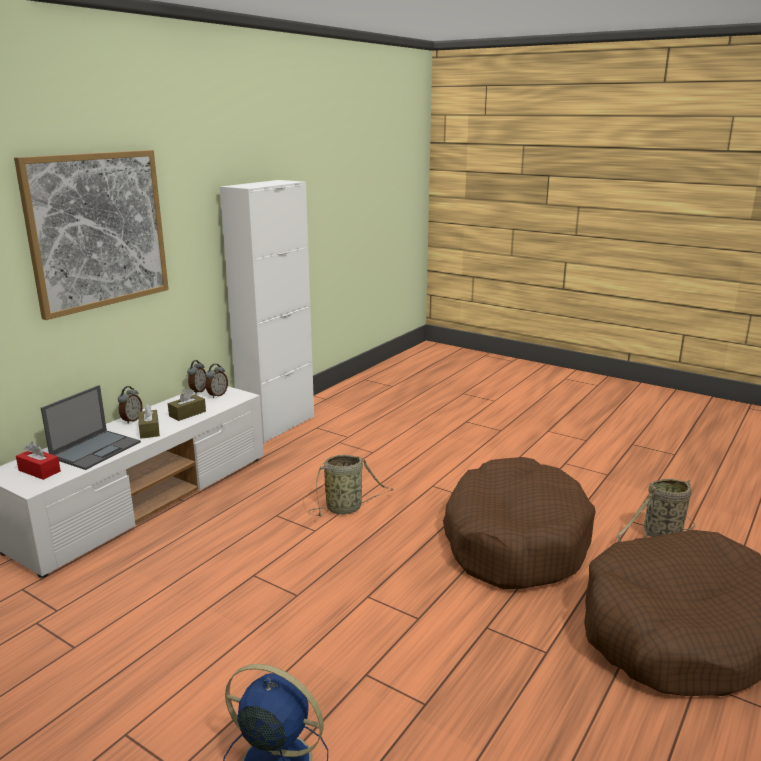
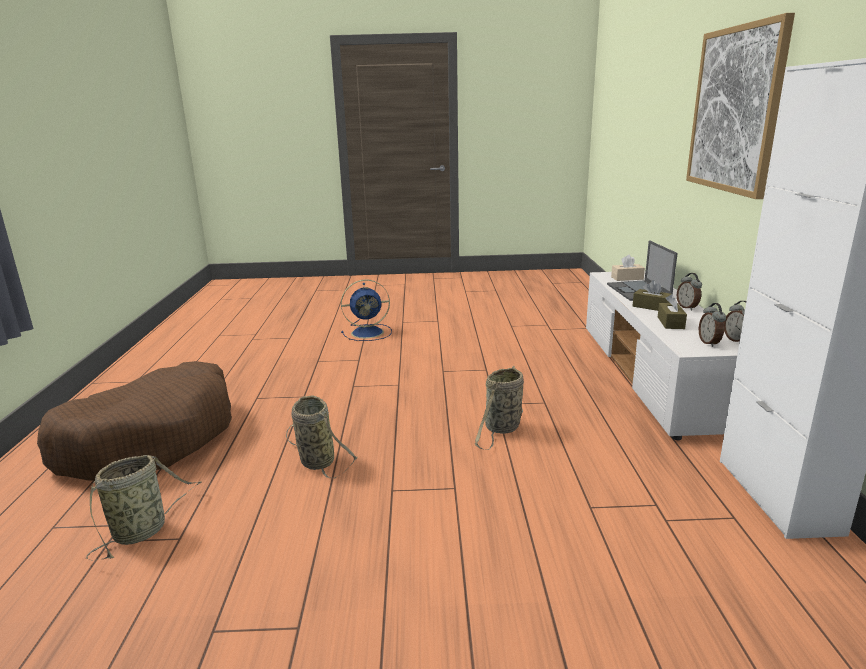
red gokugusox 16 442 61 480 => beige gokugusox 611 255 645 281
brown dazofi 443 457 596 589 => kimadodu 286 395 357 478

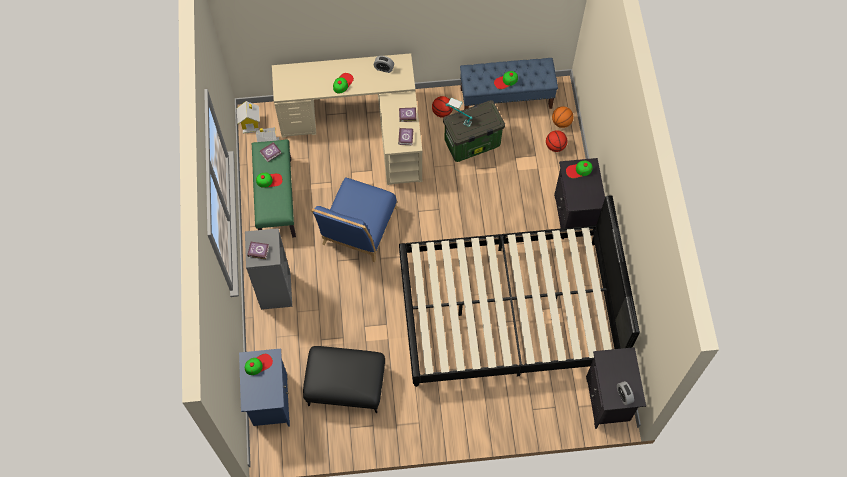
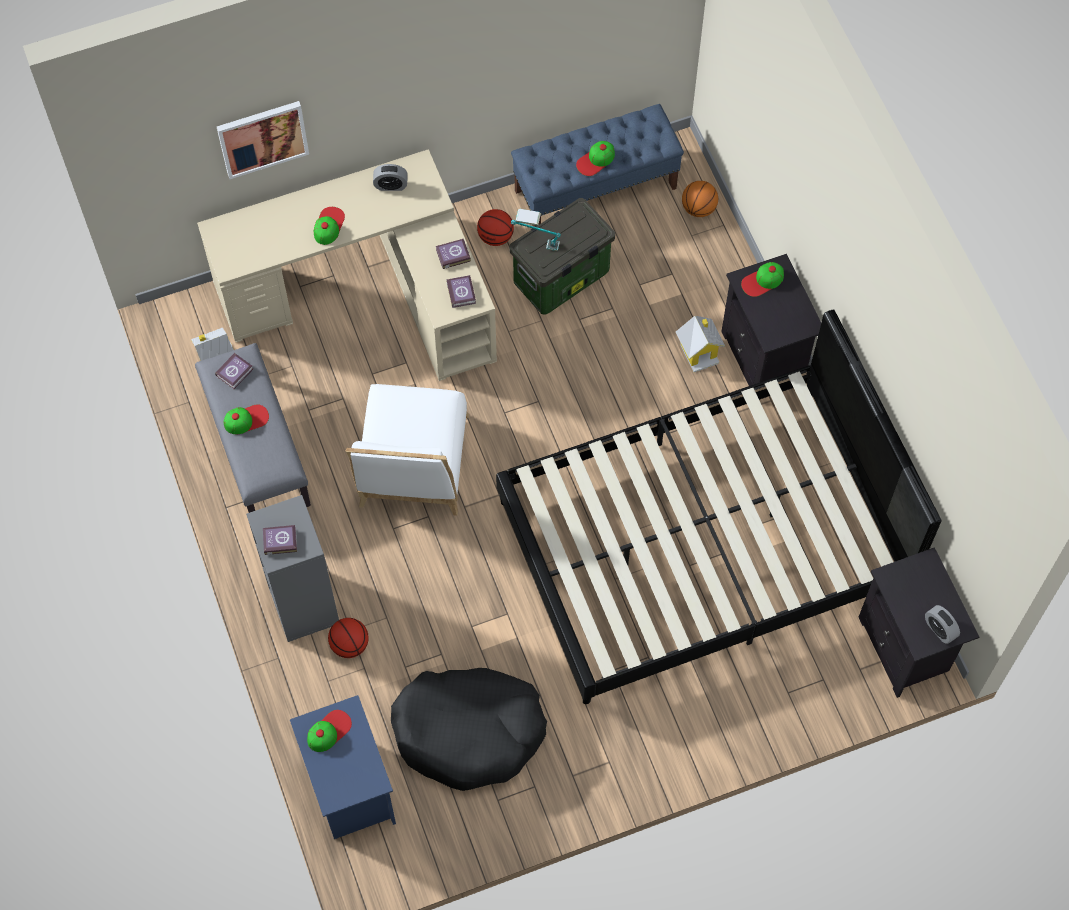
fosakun 237 101 260 133 => fosakun 676 316 725 372, moved
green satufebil 252 139 296 237 => grey satufebil 195 343 311 513
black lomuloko 303 346 385 413 => black dazofi 391 668 547 791
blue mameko 311 177 398 262 => white mameko 346 384 469 516
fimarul 546 130 567 152 => fimarul 328 618 369 658, moved
nothing => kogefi 217 101 309 179

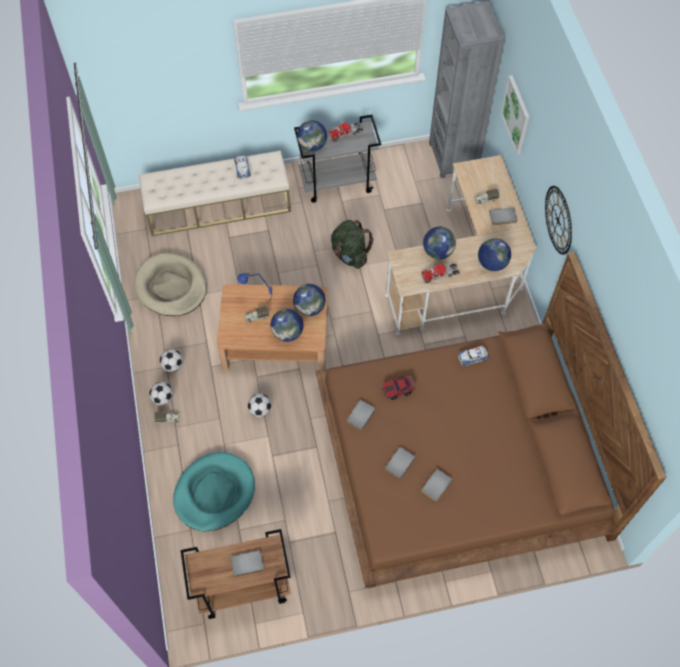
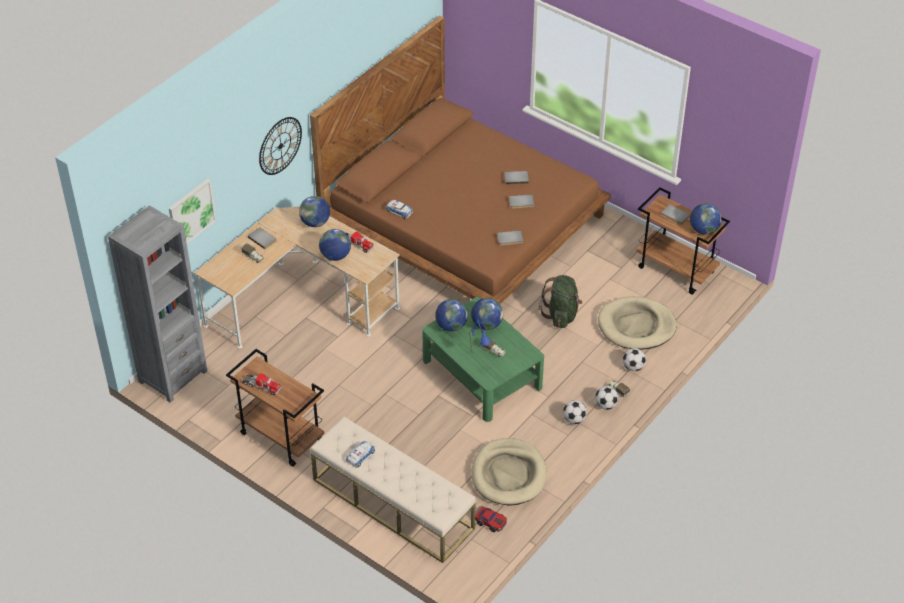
turquoise dazofi 173 452 255 531 => beige dazofi 598 296 676 350
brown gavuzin 217 284 328 370 => green gavuzin 422 297 544 422
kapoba 248 394 271 417 => kapoba 623 348 646 371, moved
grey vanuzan 294 115 381 203 => brown vanuzan 226 349 324 467
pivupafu 297 120 327 151 => pivupafu 690 203 721 234, moved
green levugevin 331 220 374 269 => green levugevin 539 275 583 328, moved
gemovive 382 376 415 400 => gemovive 475 506 507 532, moved

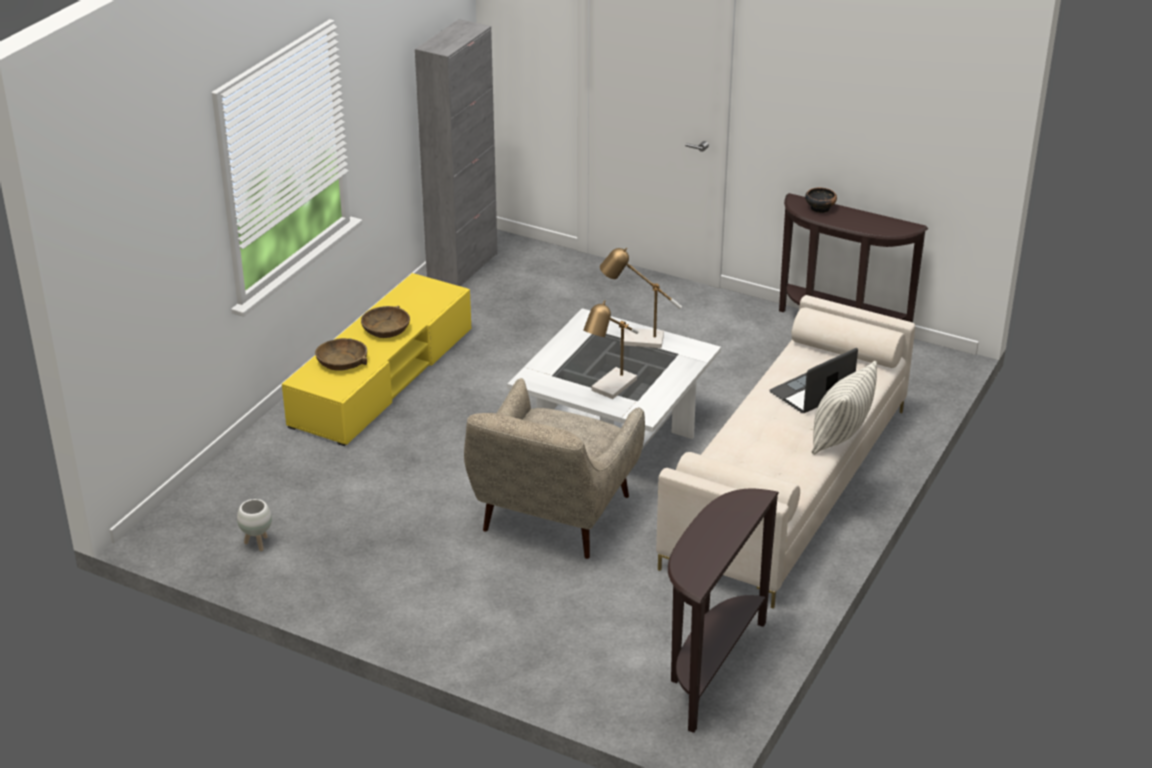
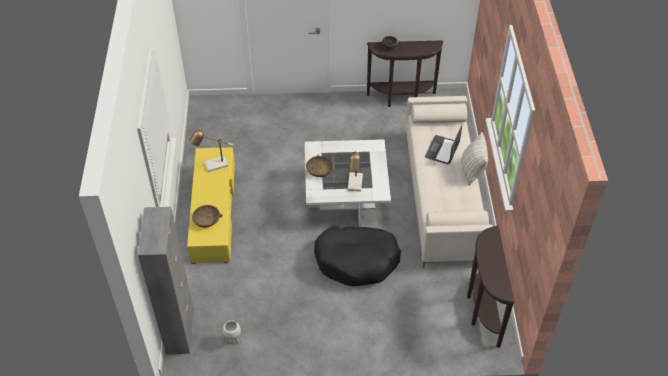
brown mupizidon 361 306 410 338 => brown mupizidon 306 155 333 177, moved
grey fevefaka 415 19 498 286 => grey fevefaka 138 207 193 354, moved
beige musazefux 464 378 645 559 => black dazofi 314 225 401 286
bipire 600 248 682 348 => bipire 189 129 234 172, moved

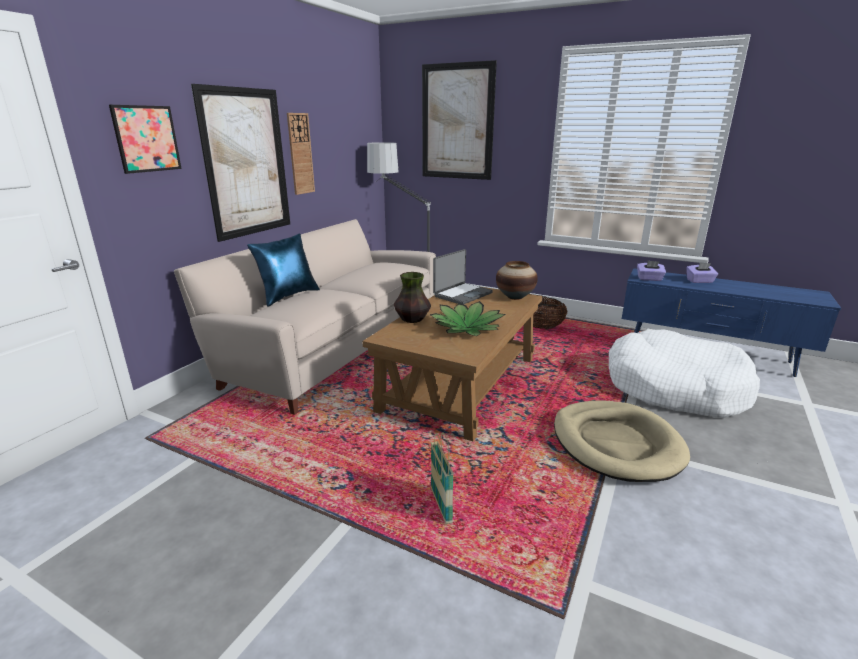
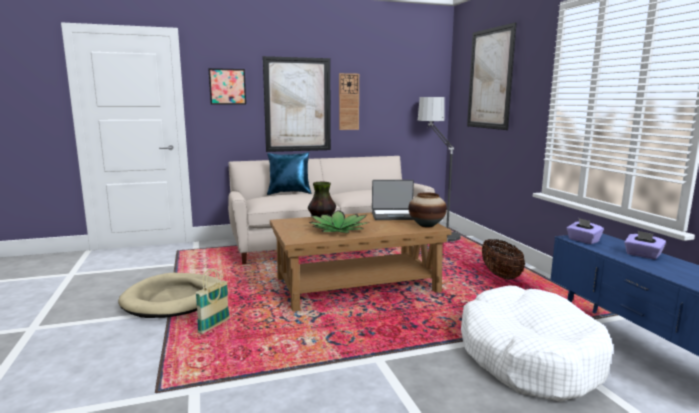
beige dazofi 554 400 690 482 => beige dazofi 118 273 220 318, moved

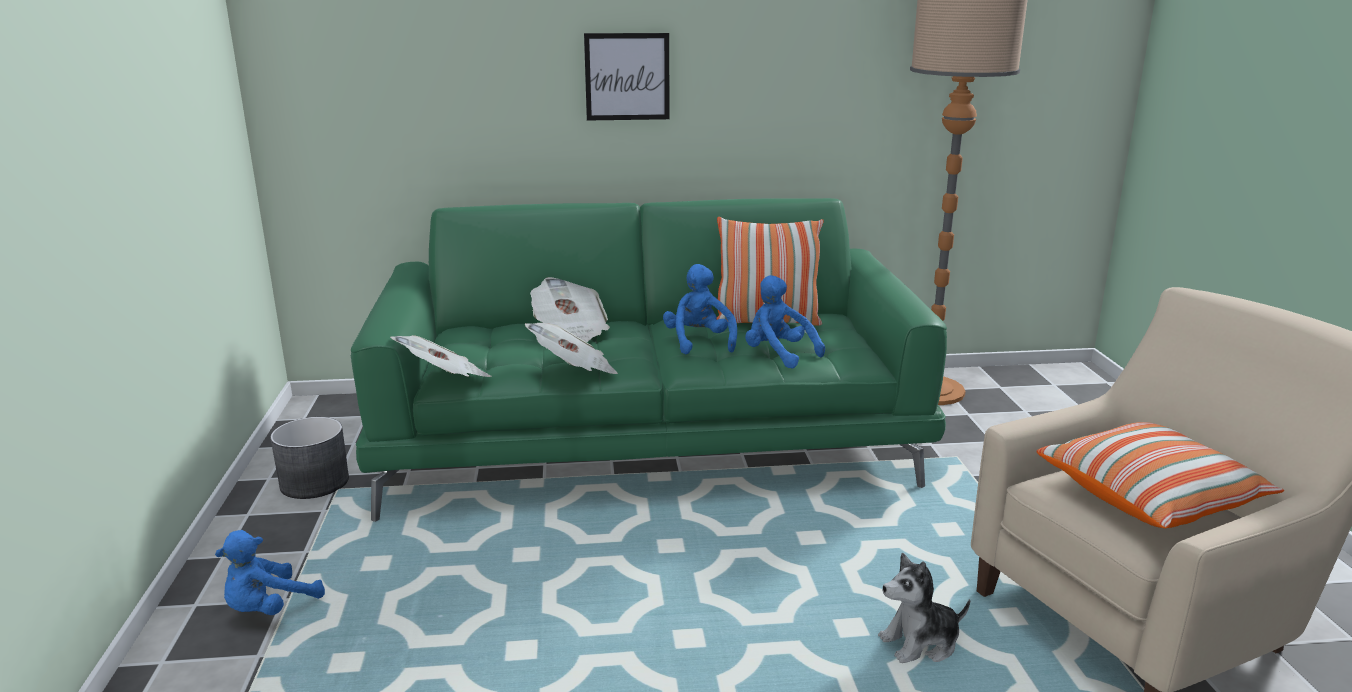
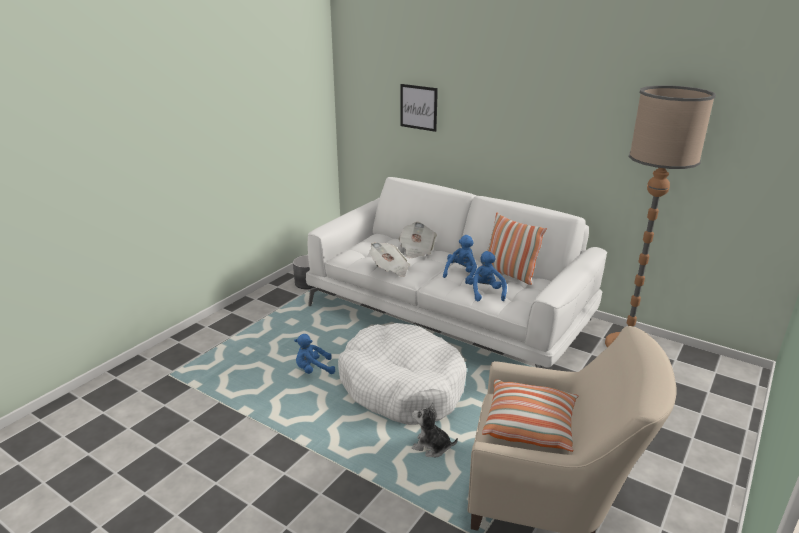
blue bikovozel 215 530 325 615 => blue bikovozel 294 334 335 374, moved
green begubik 351 198 947 522 => white begubik 306 177 607 368
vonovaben 390 335 492 377 => nothing
kogefi 584 33 669 121 => kogefi 400 84 438 132, moved
nothing => white dazofi 338 323 467 425

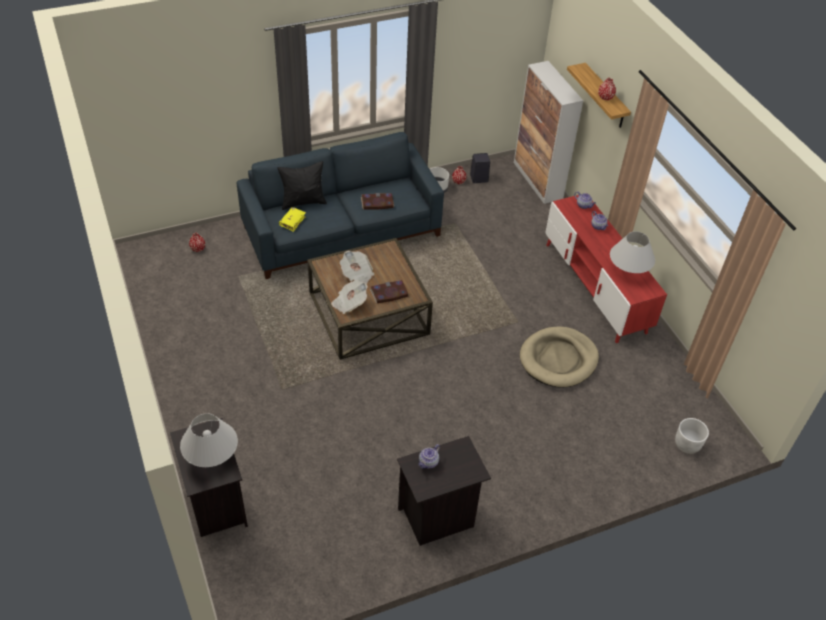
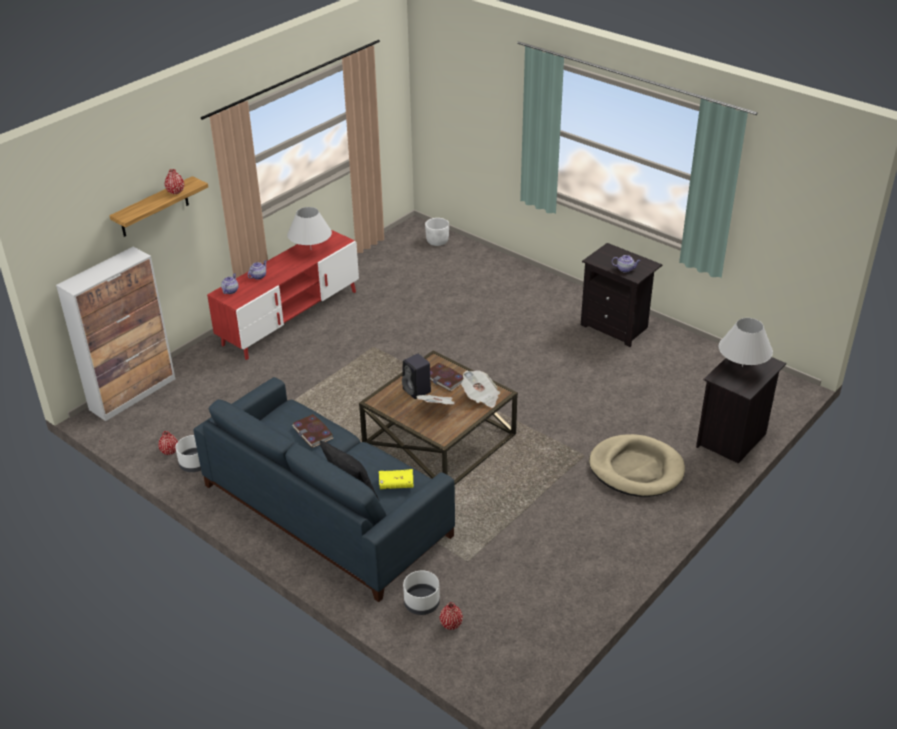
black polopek 470 153 490 183 => black polopek 402 354 431 399, moved
beige dazofi 520 326 599 388 => beige dazofi 589 434 685 497, moved
nothing => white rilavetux 403 570 440 615

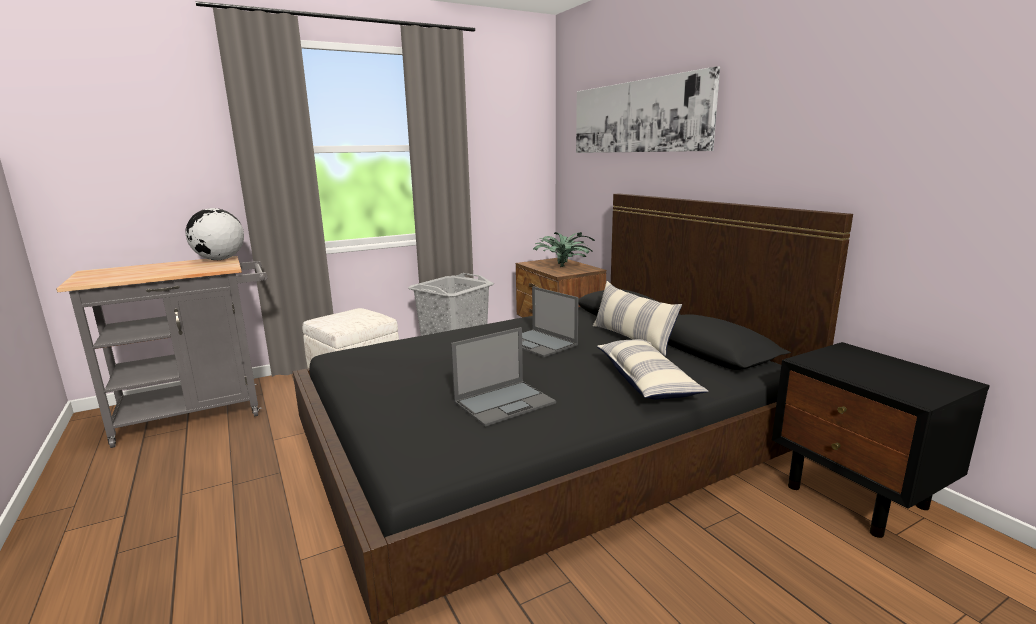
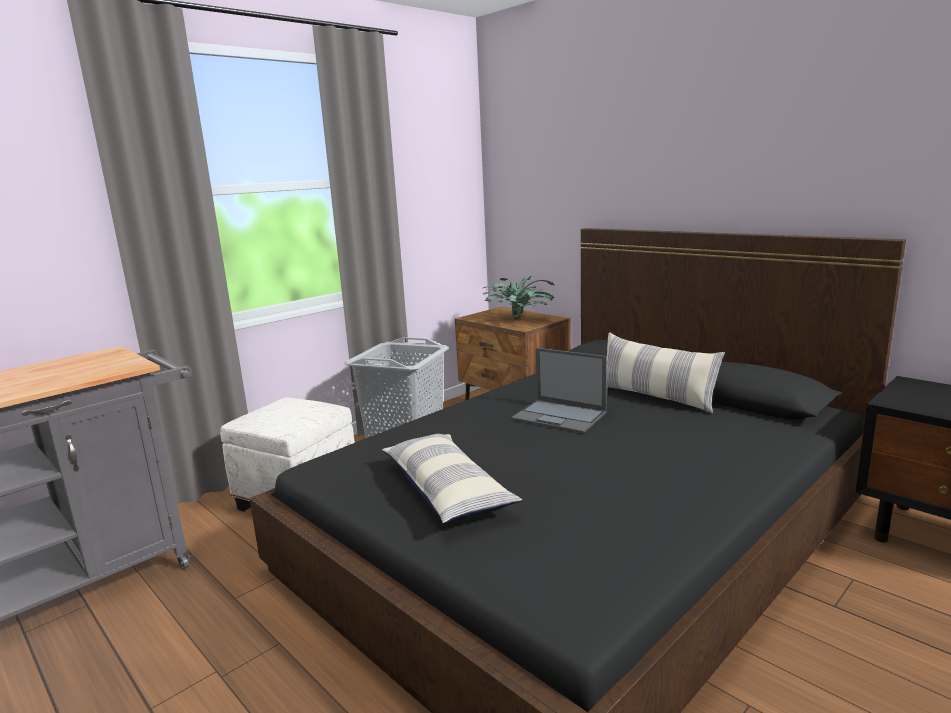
pivupafu 185 208 244 260 => nothing
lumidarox 451 327 556 427 => nothing
kogefi 576 66 720 153 => nothing
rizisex 597 339 709 400 => rizisex 382 434 522 523, moved

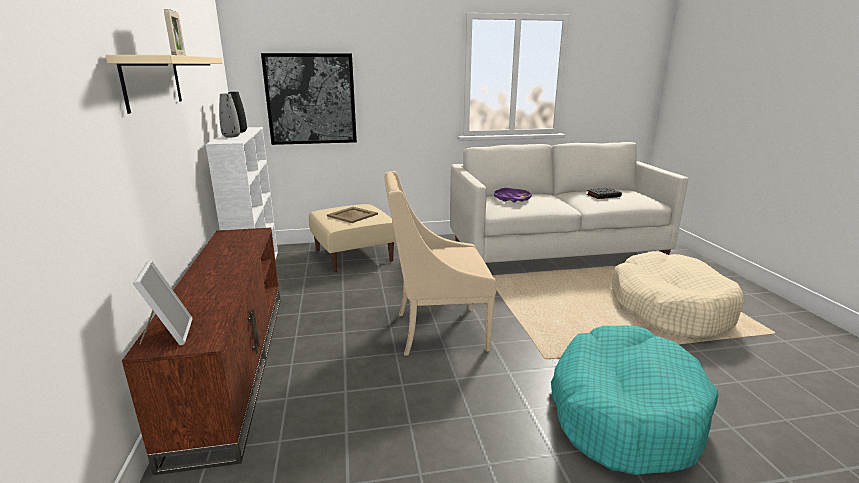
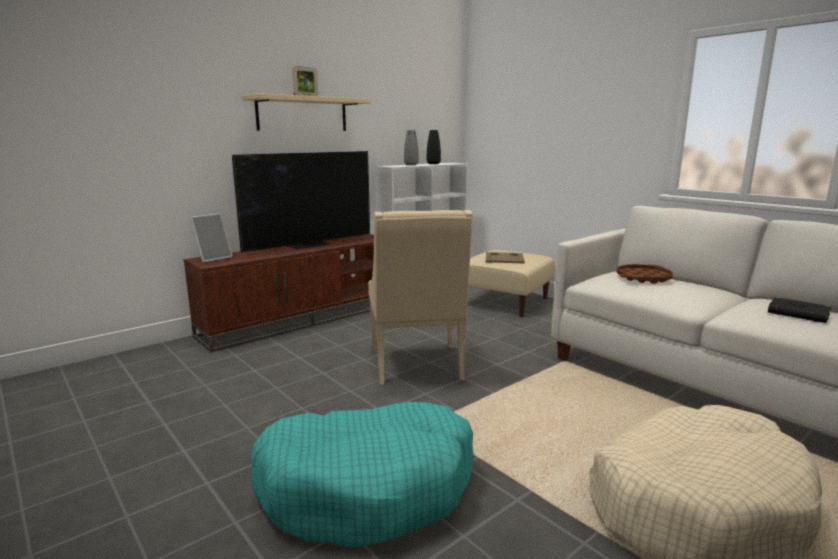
kogefi 261 53 357 145 => nothing
beige musazefux 384 171 497 356 => beige musazefux 369 210 473 385, 150 degrees counterclockwise
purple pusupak 494 188 532 202 => brown pusupak 616 264 673 284
nothing => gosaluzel 232 151 370 252

